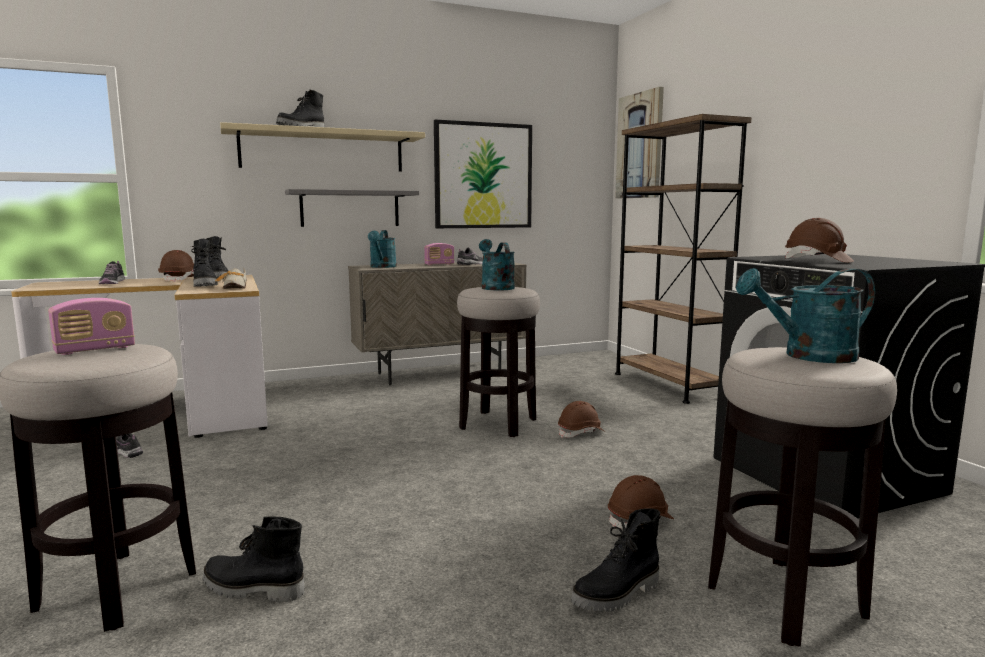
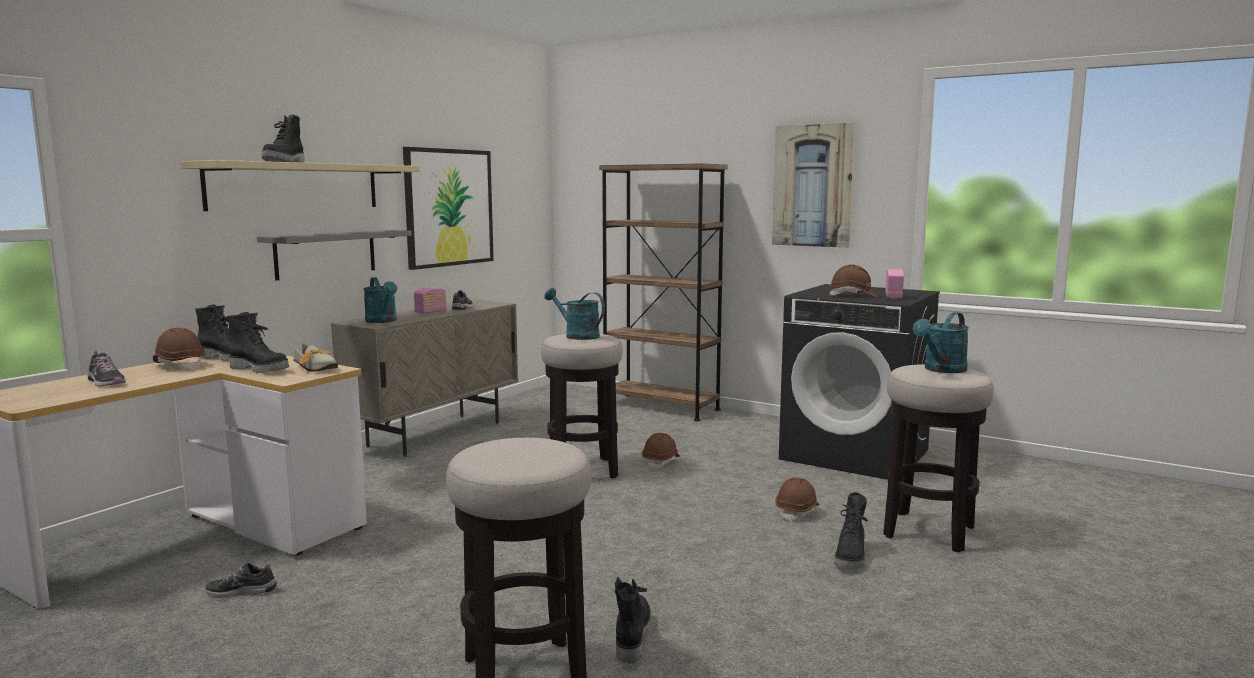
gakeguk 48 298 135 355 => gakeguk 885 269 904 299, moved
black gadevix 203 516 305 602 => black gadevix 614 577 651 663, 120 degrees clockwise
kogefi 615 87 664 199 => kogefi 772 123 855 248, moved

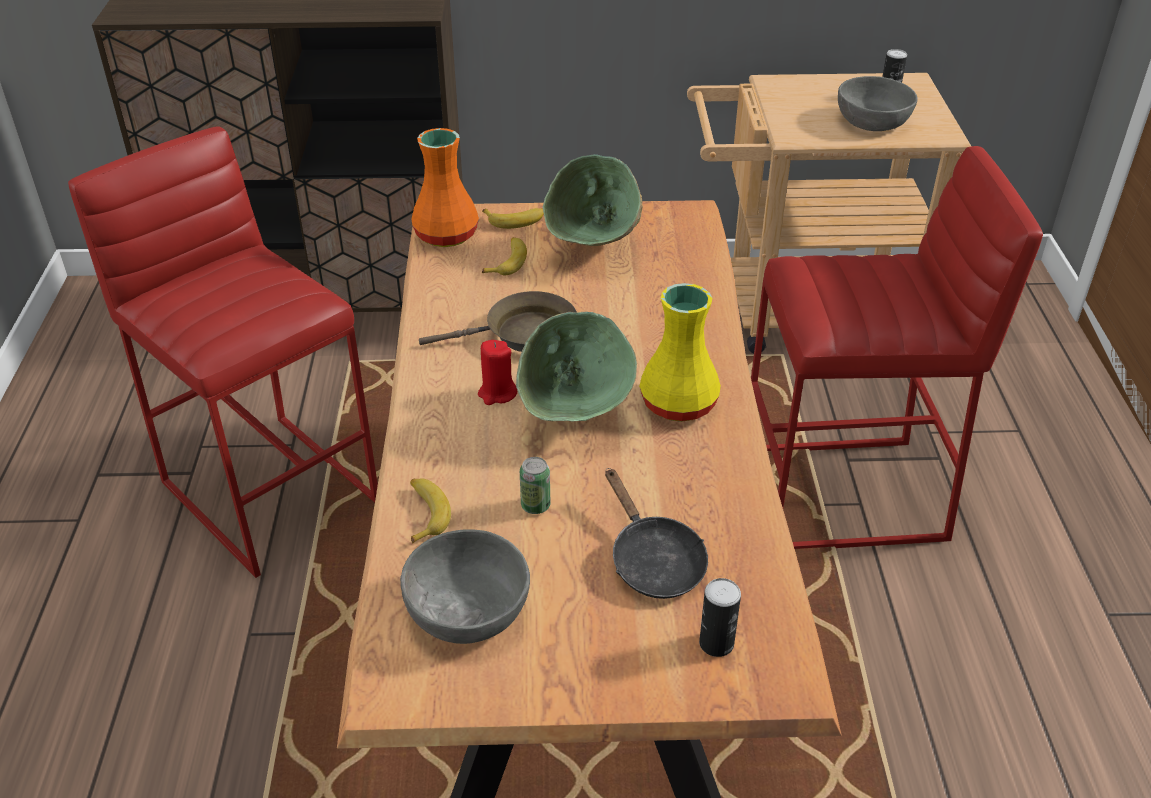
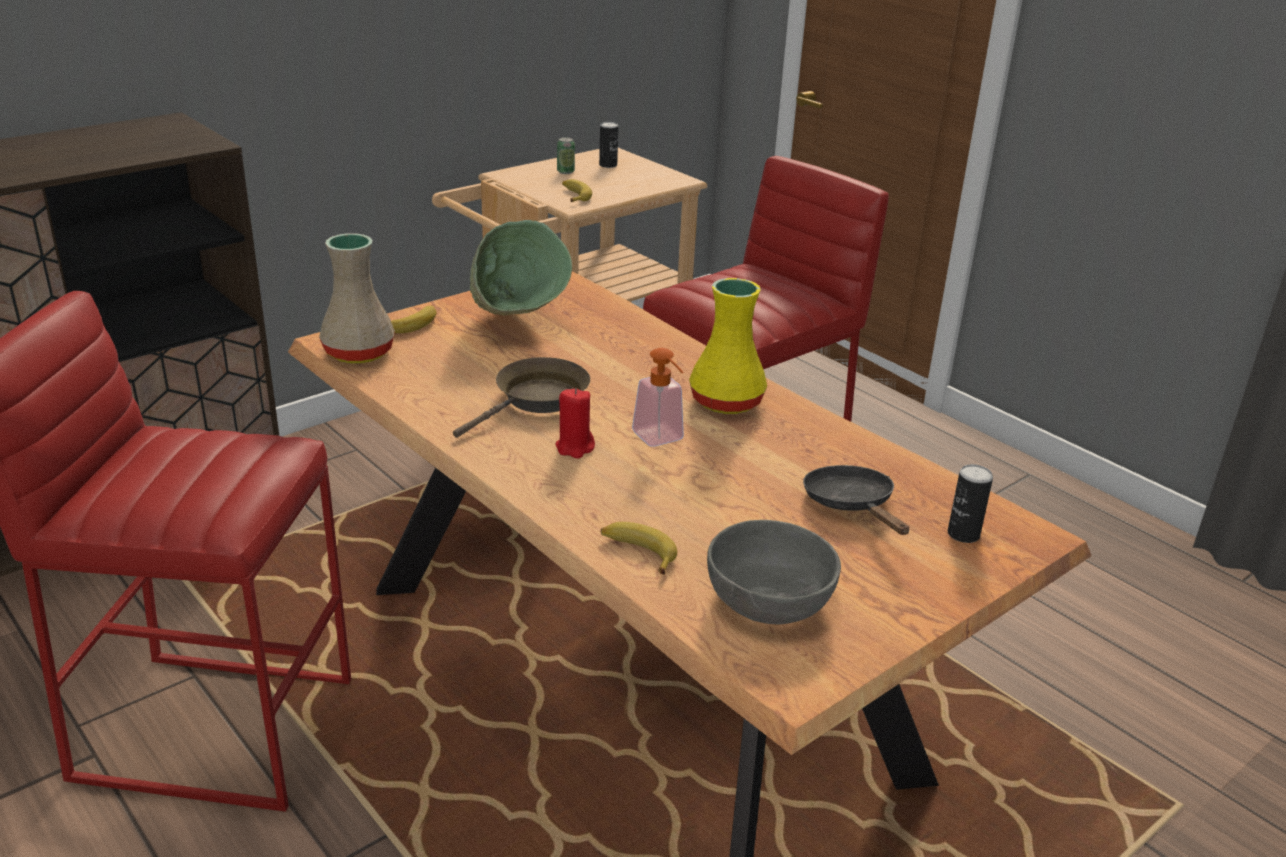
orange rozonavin 412 128 479 247 => beige rozonavin 319 233 395 363
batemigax 482 237 527 275 => batemigax 562 179 592 202, moved
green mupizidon 516 312 637 422 => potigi 632 348 684 447
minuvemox 520 457 550 514 => minuvemox 557 137 575 174, moved
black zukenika 605 468 708 599 => black zukenika 803 465 909 535, 135 degrees counterclockwise
grey mupizidon 838 76 918 131 => nothing

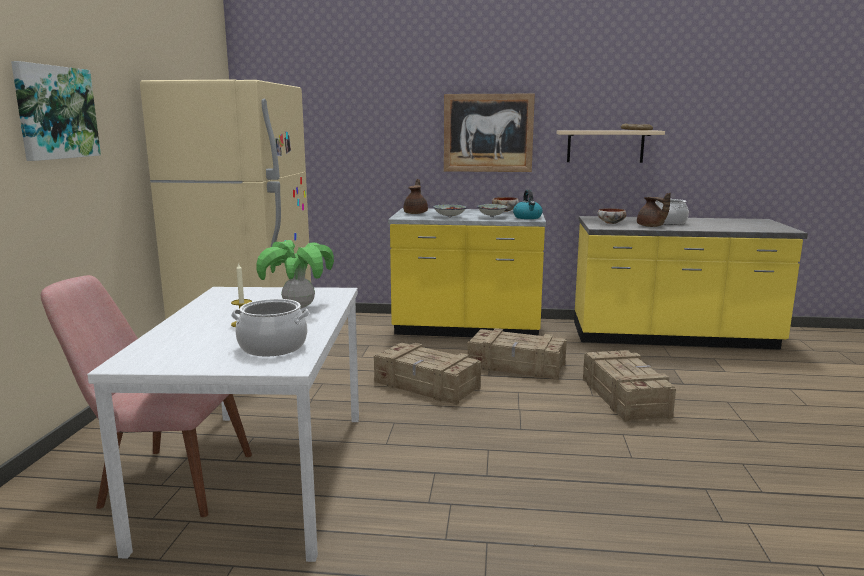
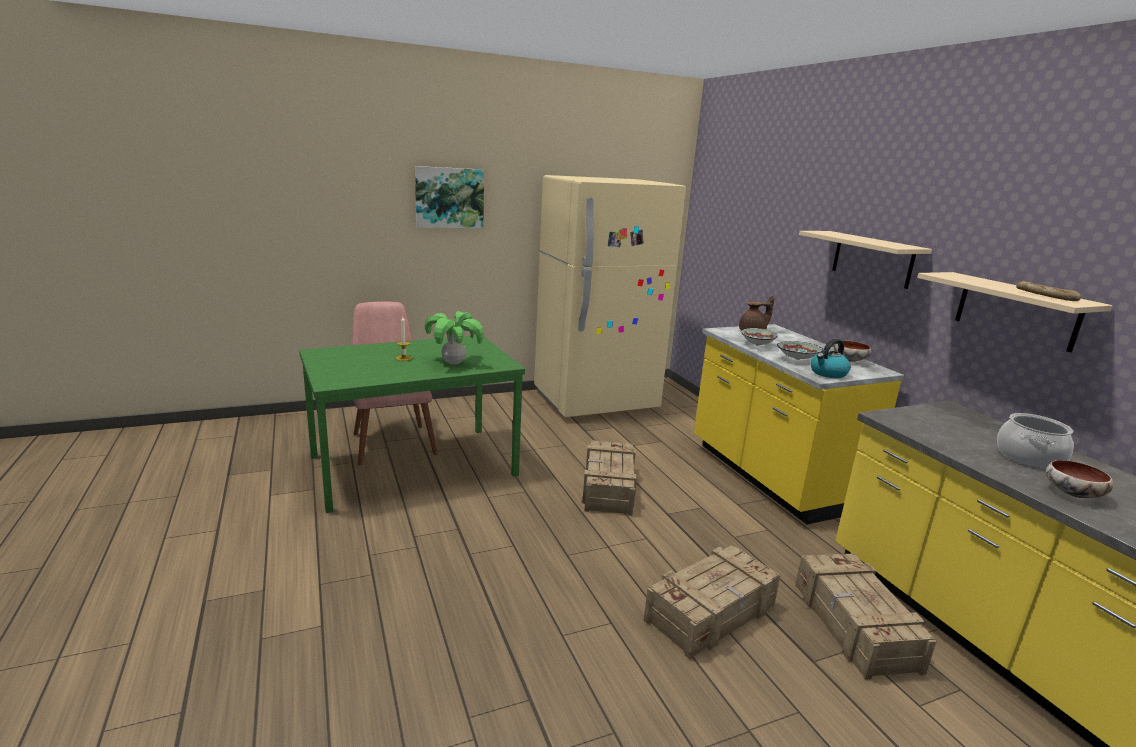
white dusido 87 287 359 562 => green dusido 299 335 525 513
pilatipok 231 299 310 357 => nothing
kogefi 444 94 535 172 => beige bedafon 799 231 932 289
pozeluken 467 328 567 380 => pozeluken 795 553 937 680, moved
mupizidon 598 208 626 224 => mupizidon 1046 460 1113 498, moved
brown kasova 637 193 671 227 => nothing

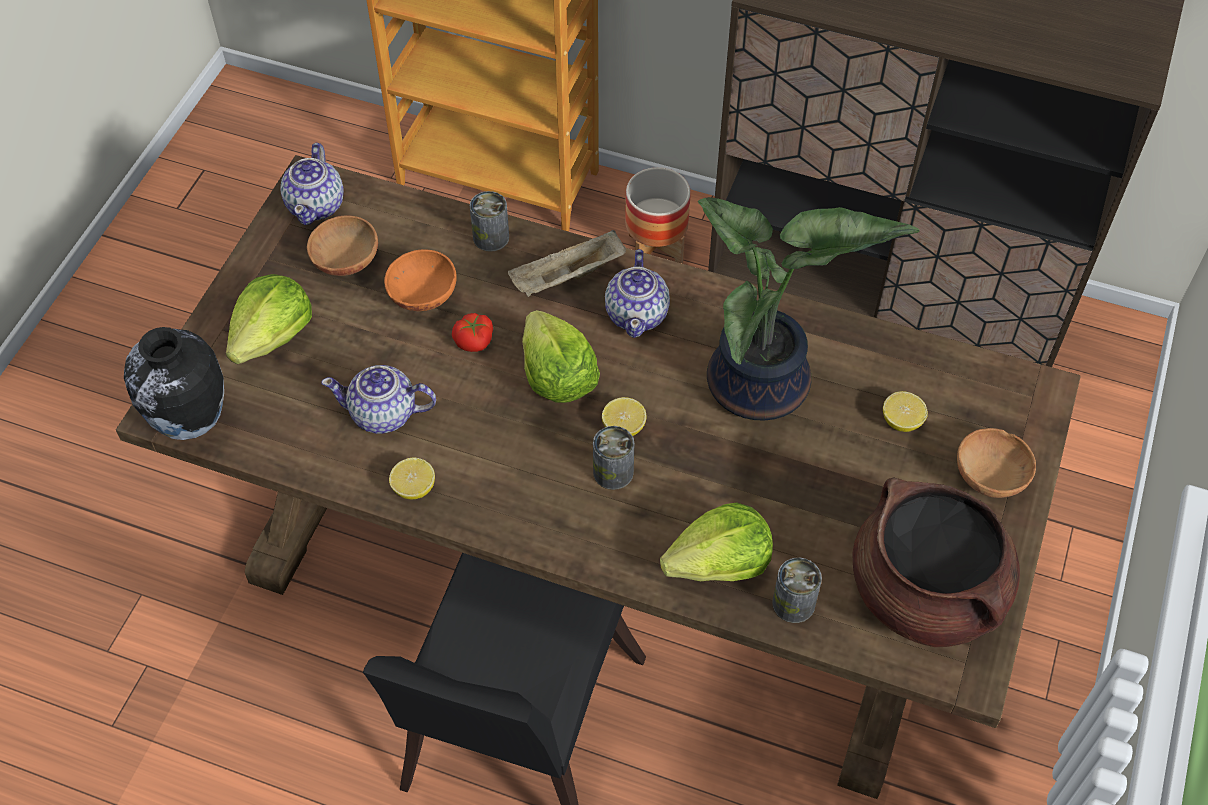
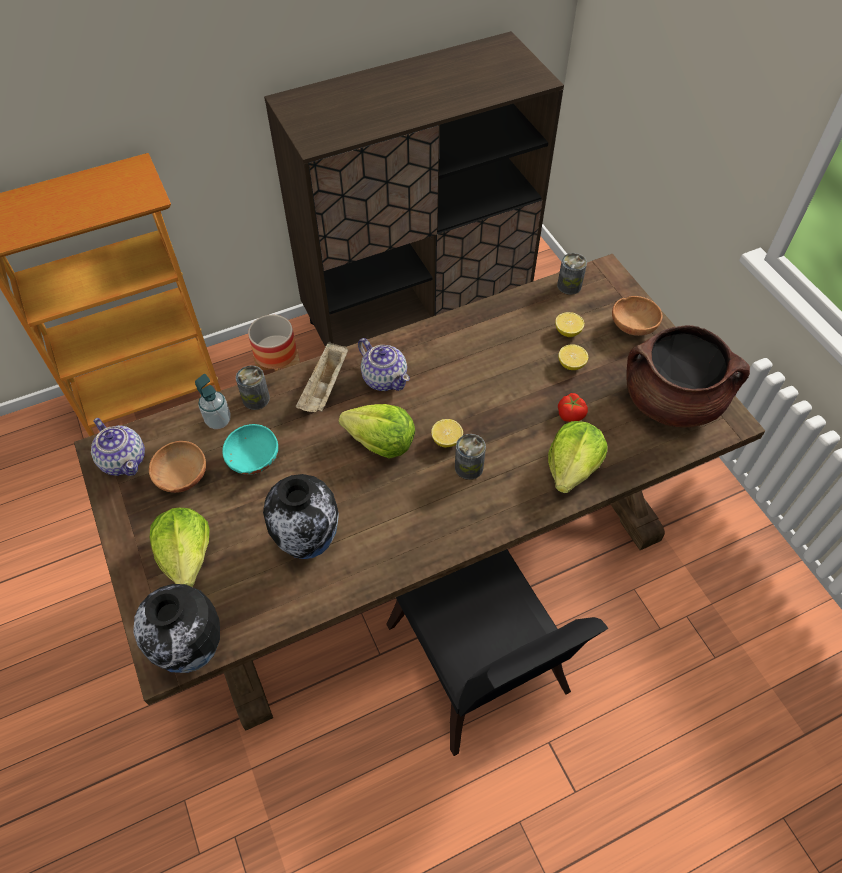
kasova 321 365 436 434 => rozonavin 263 474 339 559
orange mupizidon 384 249 457 311 => turquoise mupizidon 222 424 278 475
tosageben 389 457 435 499 => tosageben 558 344 588 370, moved
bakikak 452 313 493 352 => bakikak 558 393 588 422, moved
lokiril 698 197 920 421 => nothing
minuvemox 772 558 822 623 => minuvemox 557 253 587 295, moved
nothing => potigi 195 374 231 429

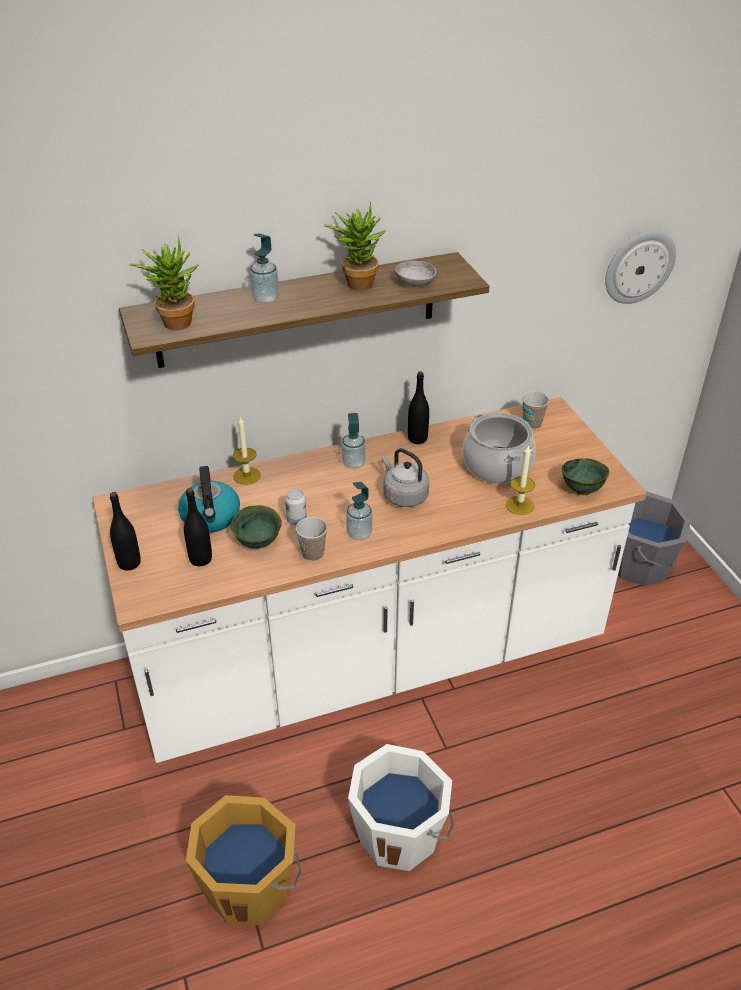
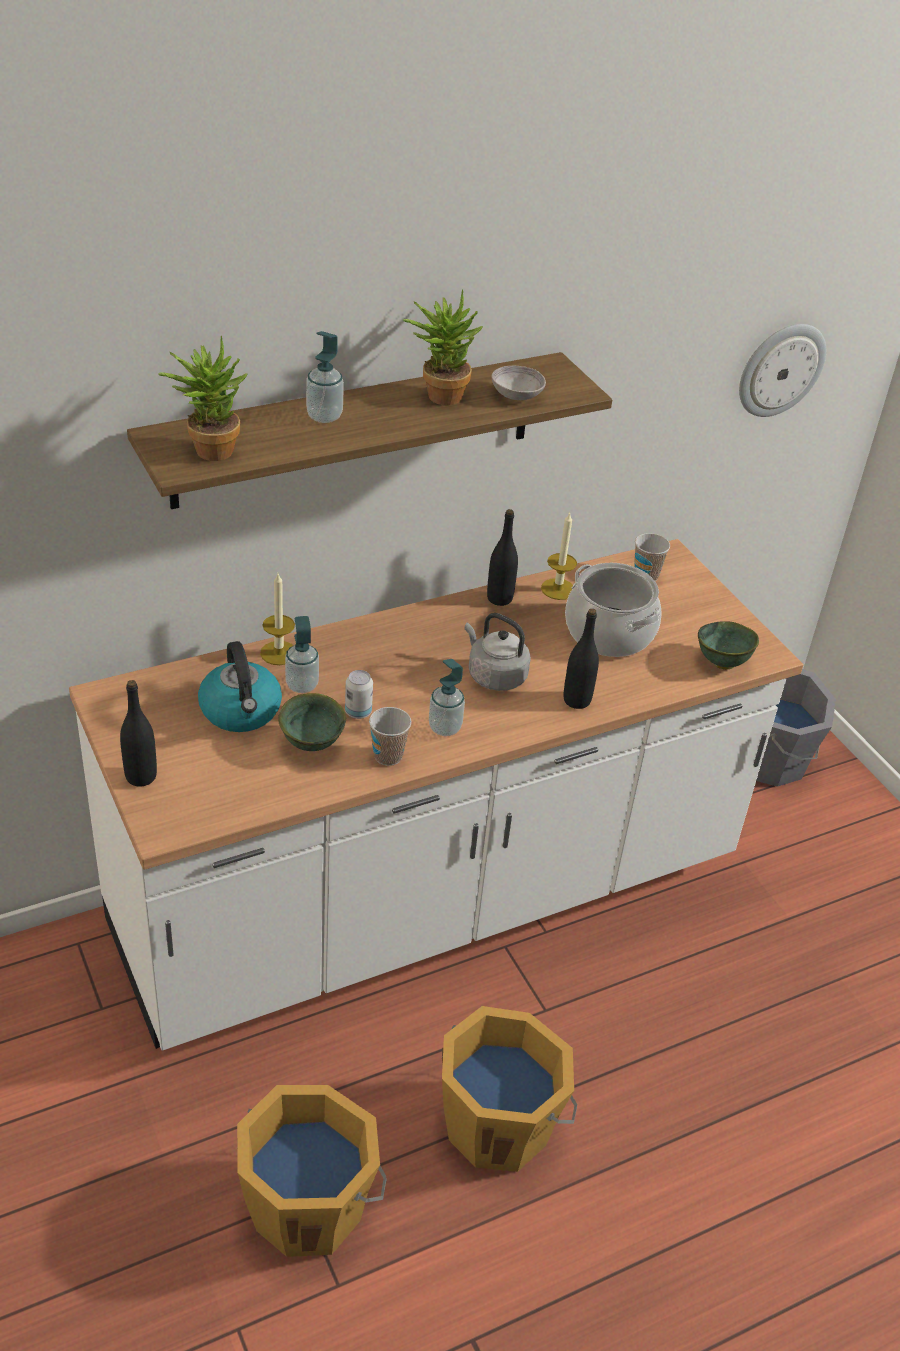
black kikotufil 184 488 212 566 => black kikotufil 563 609 599 709, moved
potigi 342 413 366 469 => potigi 285 616 319 693, moved
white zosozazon 348 744 454 871 => orange zosozazon 442 1006 577 1172
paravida 506 446 535 515 => paravida 541 512 577 600, moved

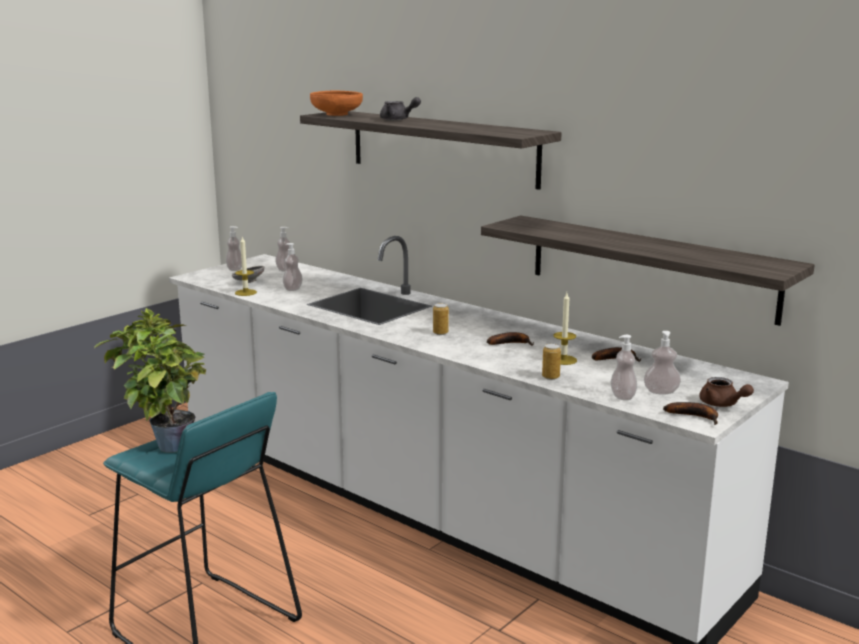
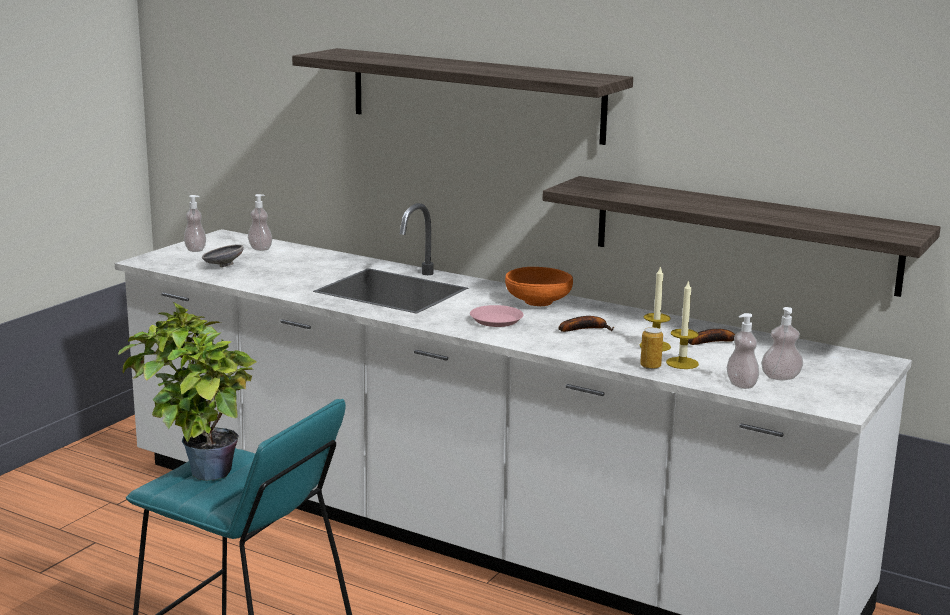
paravida 235 236 257 296 => paravida 666 280 699 369, moved
potigi 283 243 303 291 => nothing
orange mupizidon 310 91 363 116 => orange mupizidon 505 267 573 306, moved
grey kasova 380 97 421 120 => nothing
minuvemox 433 303 449 335 => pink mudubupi 470 305 524 327
batemigax 663 402 718 425 => nothing
brown kasova 699 377 754 407 => nothing

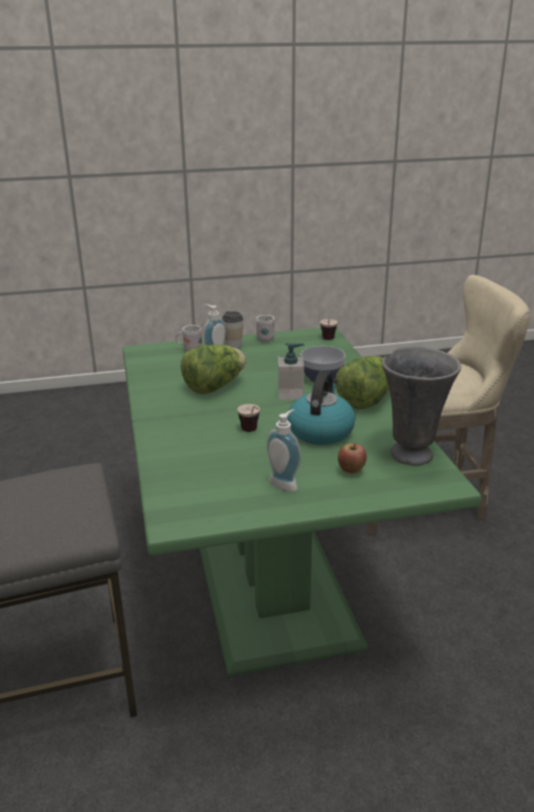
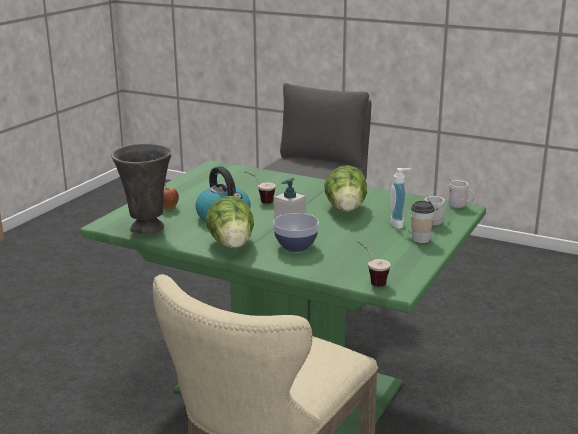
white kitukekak 256 315 275 342 => white kitukekak 448 176 475 208, moved
potigi 266 409 301 492 => nothing

